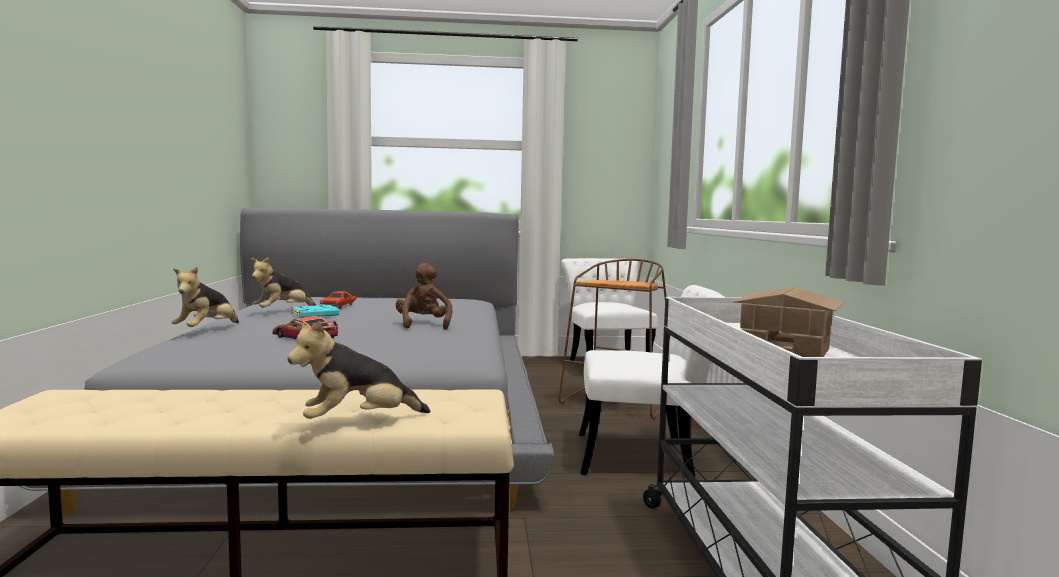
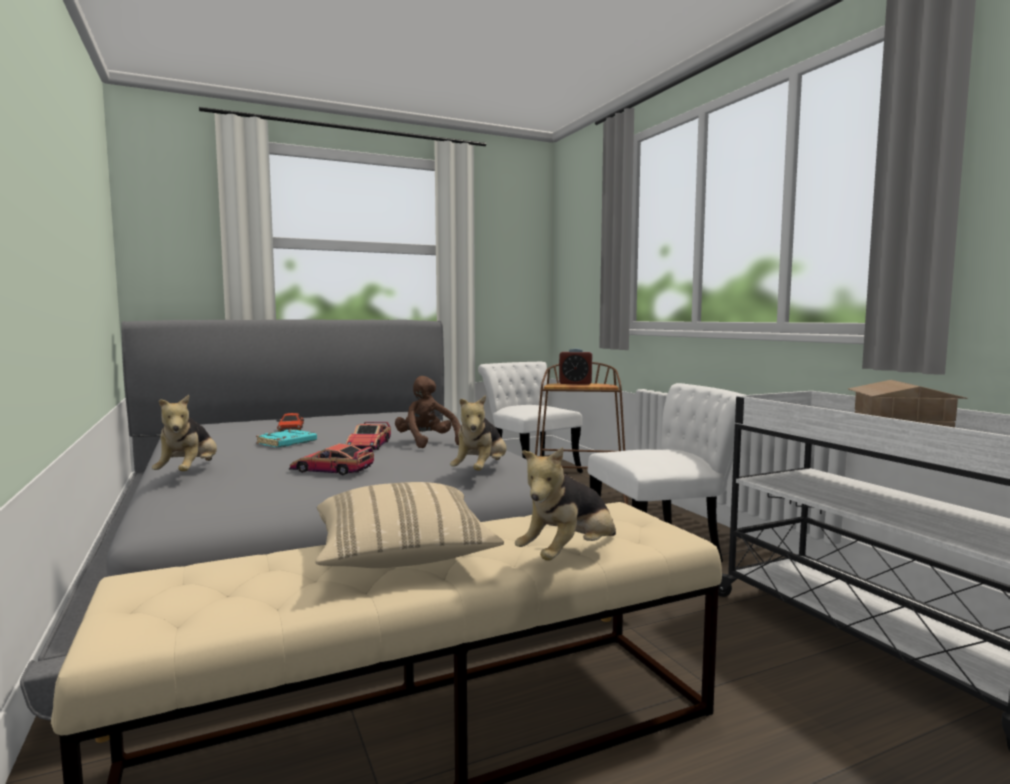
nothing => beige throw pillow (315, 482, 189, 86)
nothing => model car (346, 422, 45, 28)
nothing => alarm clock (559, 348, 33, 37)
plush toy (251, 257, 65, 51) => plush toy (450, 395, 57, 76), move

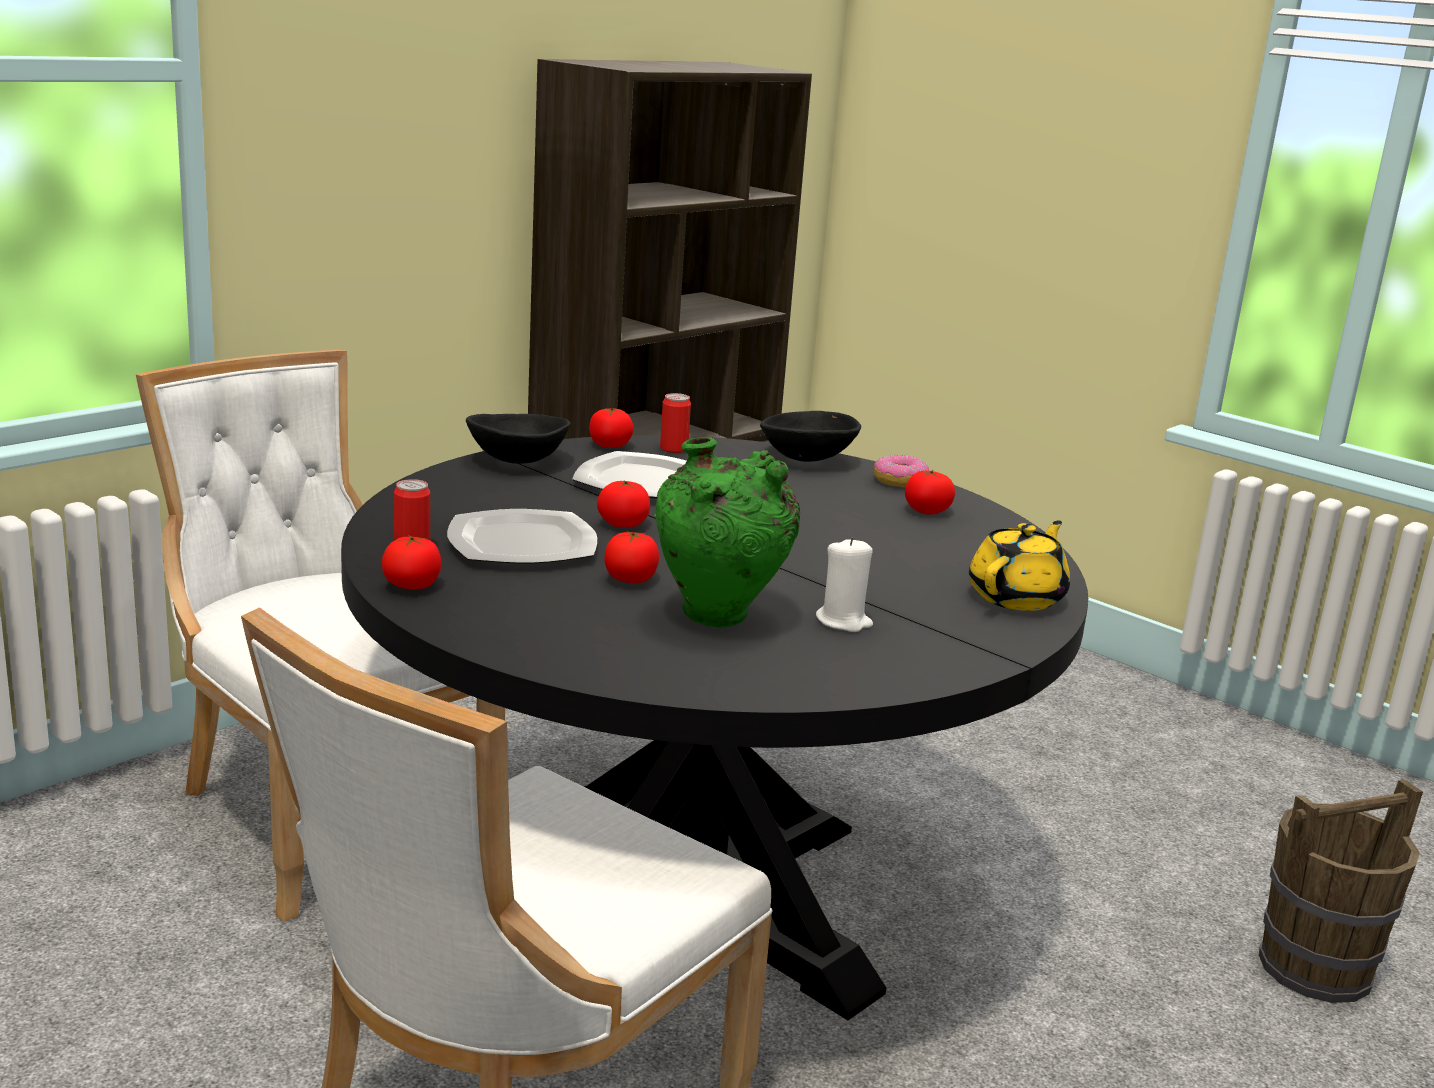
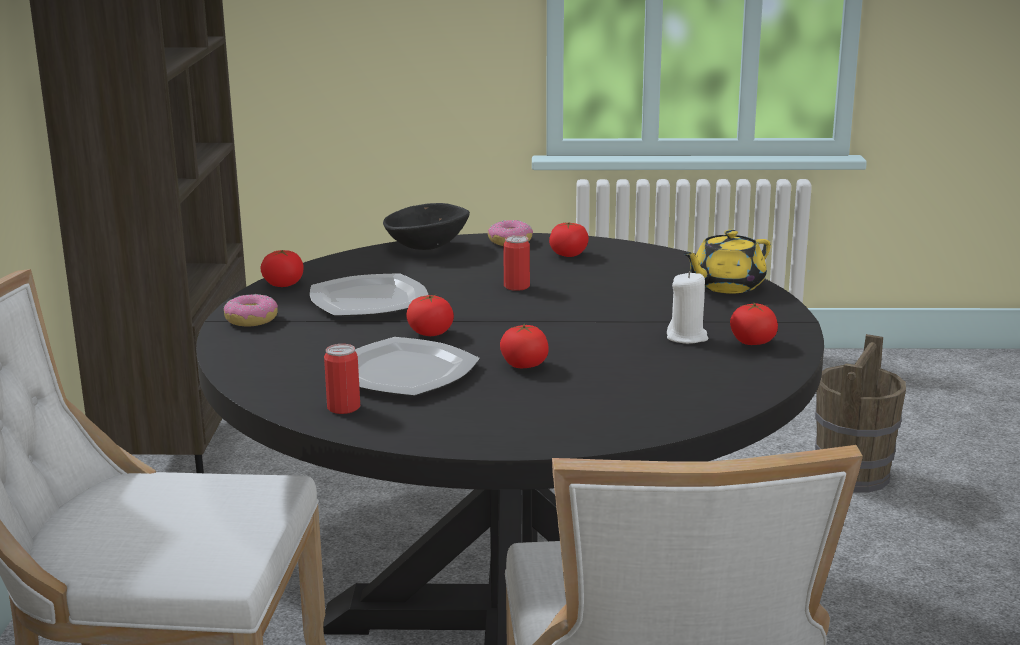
green-coloured decorative vase (654, 437, 146, 191) => nothing
fresh tomato (382, 535, 60, 55) => fresh tomato (730, 303, 48, 42), move
can (660, 393, 31, 60) => can (503, 235, 27, 56), move
black serving bowl (466, 414, 105, 50) => doughnut (224, 294, 54, 32)
yellow-coloured teapot (969, 520, 101, 91) => yellow-coloured teapot (683, 230, 88, 64), 120 degrees counterclockwise

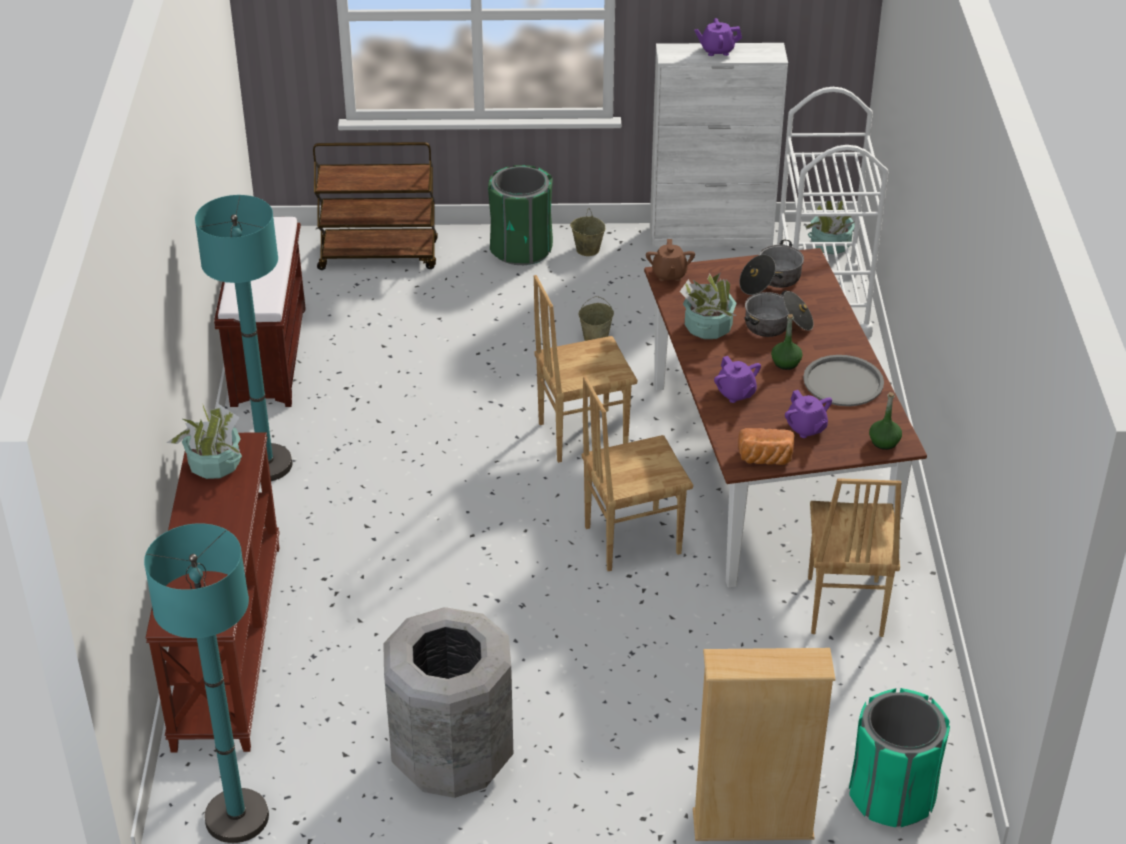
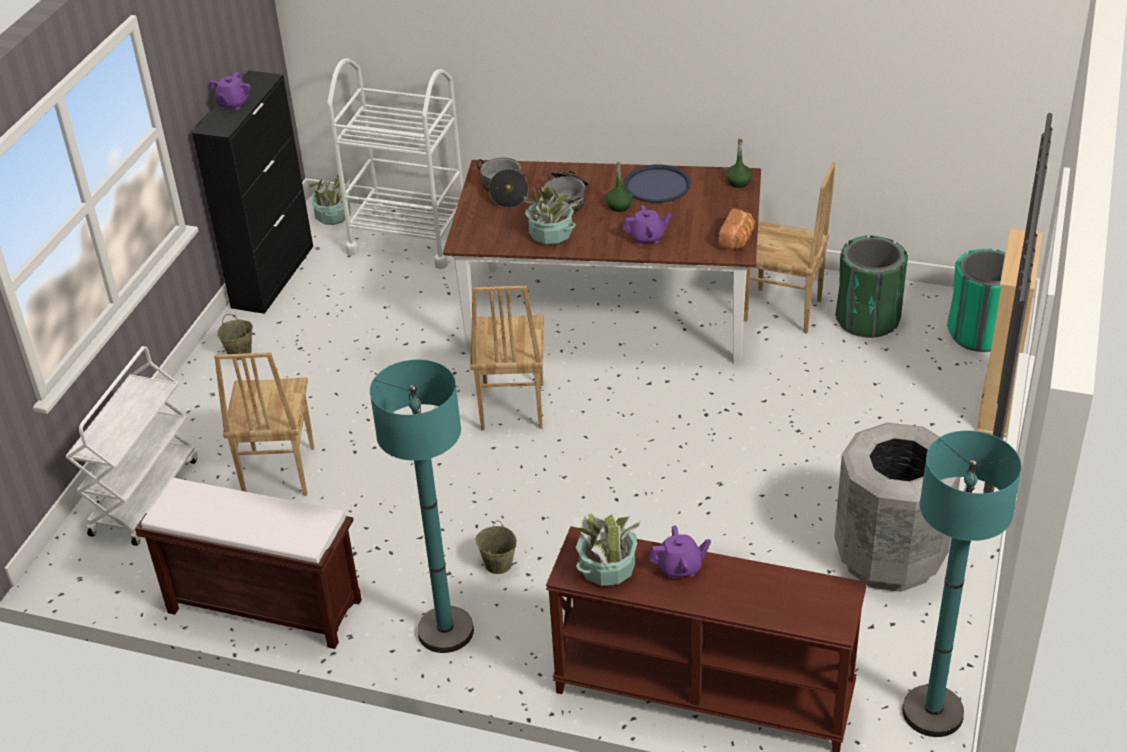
brown teapot (646, 239, 49, 42) => nothing
green-coloured waste bin (488, 165, 65, 100) => green-coloured waste bin (835, 235, 73, 103), move
beige bucket (579, 296, 35, 45) => beige bucket (476, 520, 41, 54), move
brown upright chair (582, 376, 111, 195) => brown upright chair (214, 352, 100, 144), move
purplish teapot (785, 390, 47, 48) => purplish teapot (649, 525, 62, 54), move
brown wheeled cart (313, 142, 125, 128) => white-coloured wheeled cart (66, 346, 132, 200)
white-coloured cabinet (650, 43, 138, 205) => black cabinet (192, 71, 121, 243)
greyish serving tray (803, 355, 81, 51) => blue serving tray (624, 164, 67, 39)

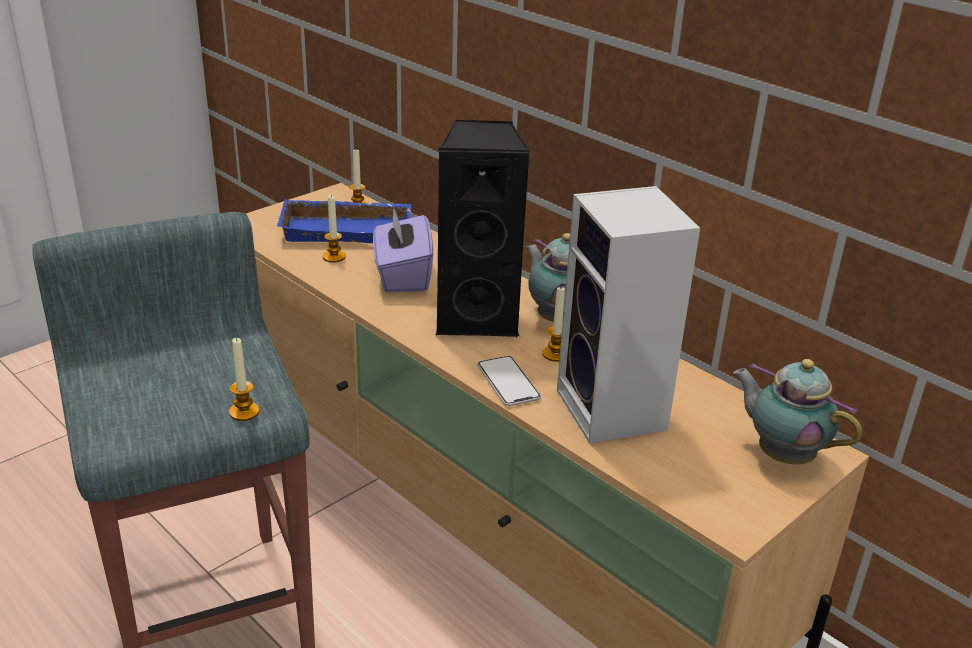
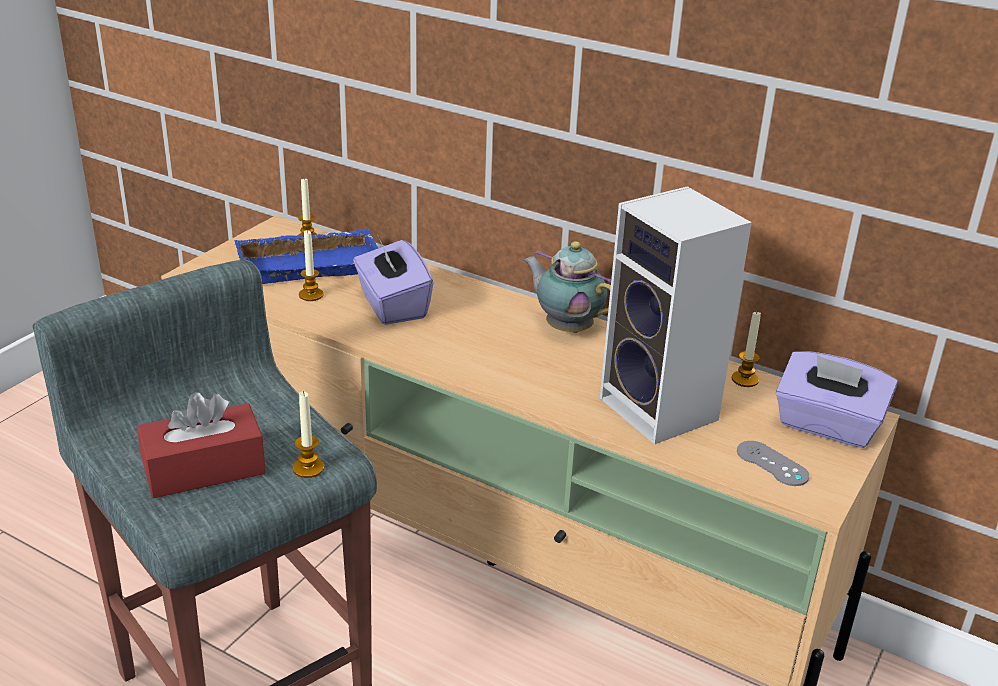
black audio speaker (436, 120, 94, 218) => nothing
handset (477, 356, 64, 50) => nothing
nothing => reddish tissue holder (137, 392, 129, 106)
nothing => greyish gamepad (737, 441, 72, 45)
wax light (542, 287, 23, 75) => wax light (732, 312, 29, 75), move
teapot (733, 359, 129, 106) => purplish tissue holder (776, 352, 122, 96)

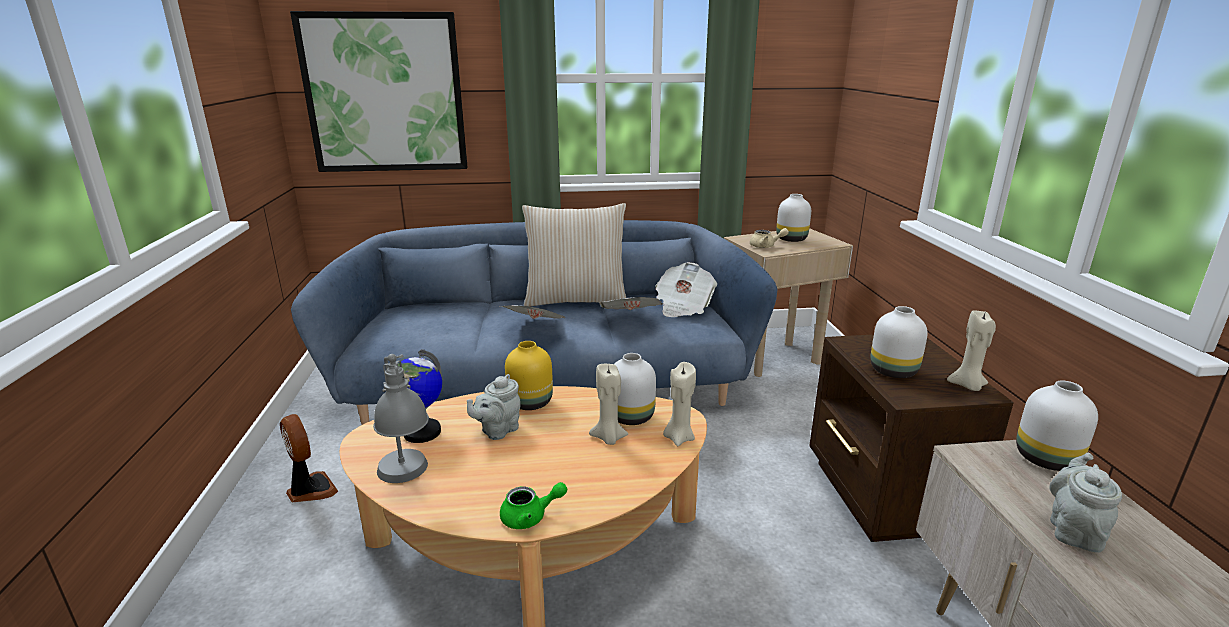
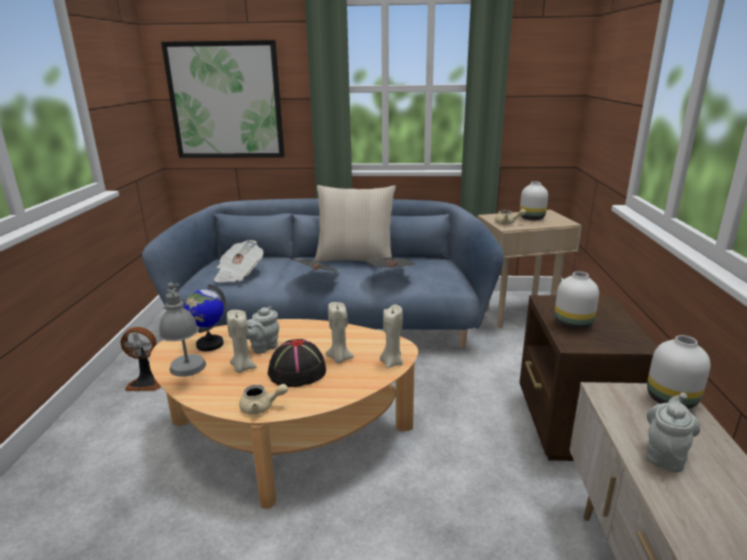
yellow-coloured decorative vase (505, 341, 48, 69) => nothing
white-coloured decorative vase (614, 353, 42, 72) => nothing
nothing => black wearable hat (268, 339, 58, 48)
newspaper (655, 262, 62, 55) => newspaper (214, 240, 49, 43), move
beige wax light (947, 310, 49, 81) => beige wax light (227, 310, 30, 63), move
green-coloured teapot (500, 482, 67, 47) => beige teapot (239, 384, 49, 31)
cooling fan (280, 414, 58, 88) => cooling fan (121, 327, 40, 64), 120 degrees clockwise

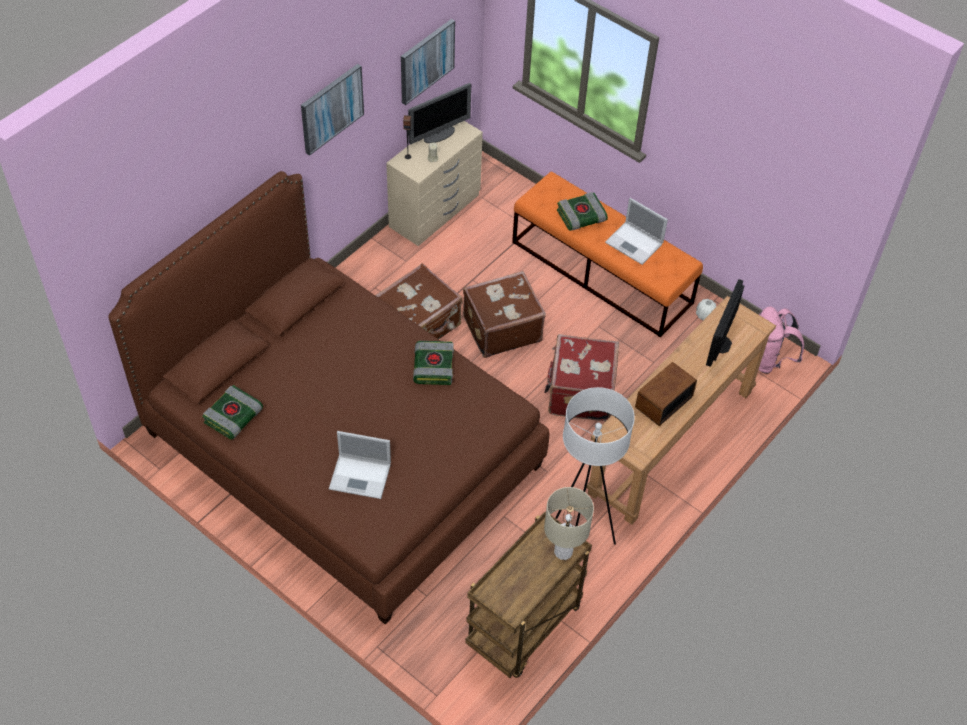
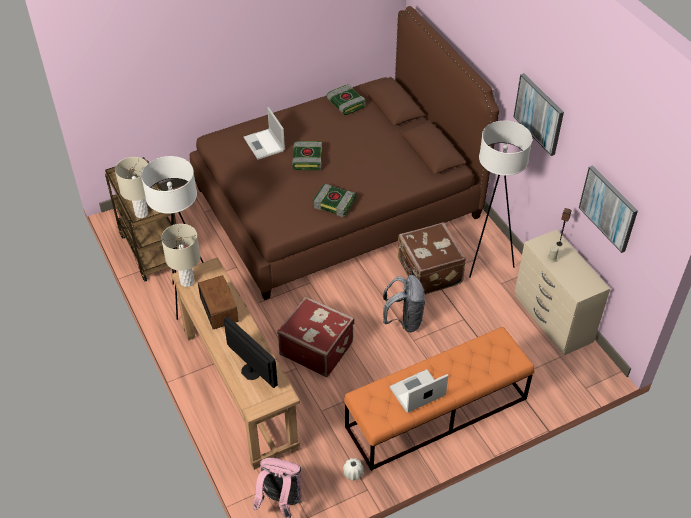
monitor (408, 83, 63, 62) => nothing
nothing => beige lamp for a table (161, 224, 40, 63)
nothing => white-coloured standing lamp (469, 121, 63, 157)
bound book (557, 192, 51, 39) => bound book (292, 141, 30, 29), move
brown travel case (463, 271, 83, 87) => greyish rucksack (383, 275, 42, 57)
notebook computer (329, 431, 62, 68) => notebook computer (243, 107, 42, 53), 60 degrees counterclockwise

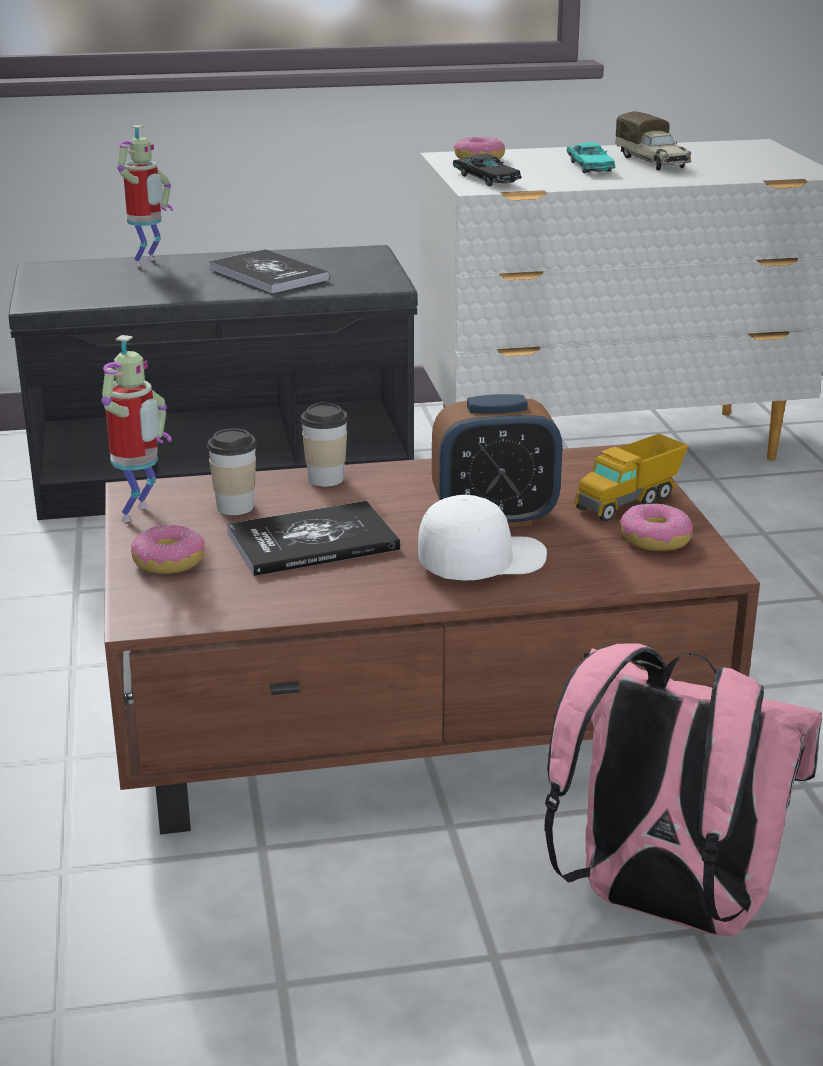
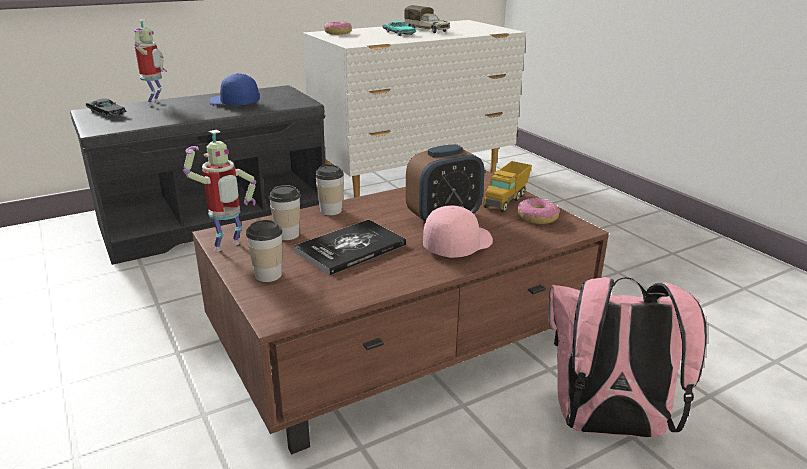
black model car (453, 154, 69, 32) => black model car (86, 98, 40, 20), move
doughnut (131, 524, 74, 50) => small cup (246, 220, 36, 62)
bound book (209, 249, 120, 45) => blue baseball cap (209, 73, 50, 32)
white-coloured baseball cap (418, 495, 129, 85) => pinkish baseball cap (423, 205, 70, 53)
model robot (101, 335, 71, 187) => model robot (183, 130, 73, 122), 45 degrees clockwise

